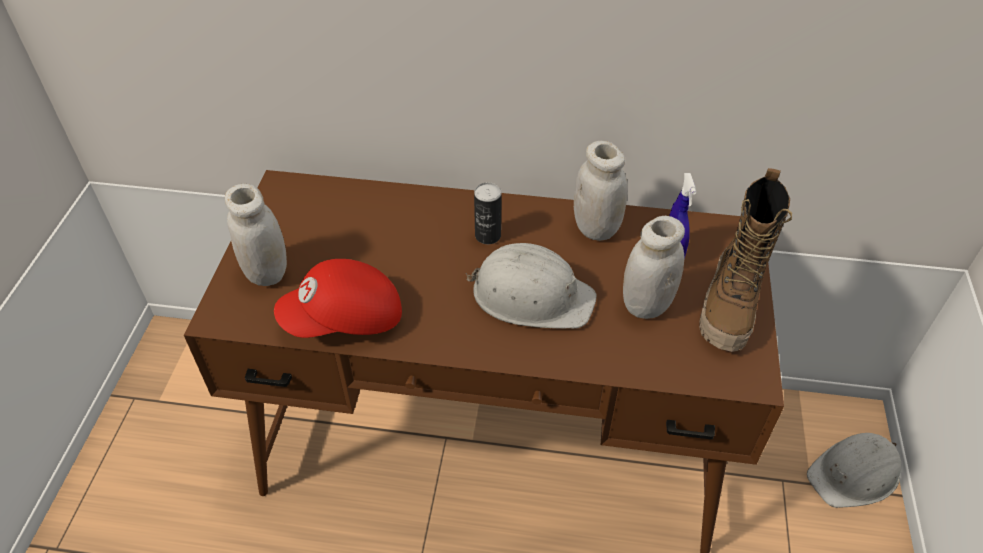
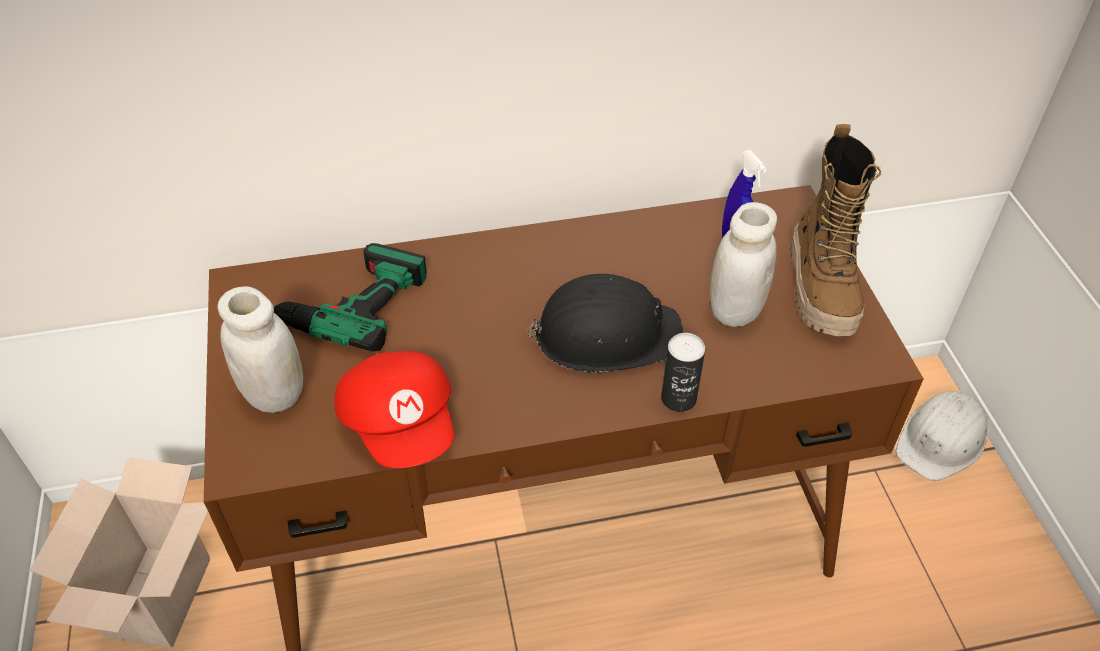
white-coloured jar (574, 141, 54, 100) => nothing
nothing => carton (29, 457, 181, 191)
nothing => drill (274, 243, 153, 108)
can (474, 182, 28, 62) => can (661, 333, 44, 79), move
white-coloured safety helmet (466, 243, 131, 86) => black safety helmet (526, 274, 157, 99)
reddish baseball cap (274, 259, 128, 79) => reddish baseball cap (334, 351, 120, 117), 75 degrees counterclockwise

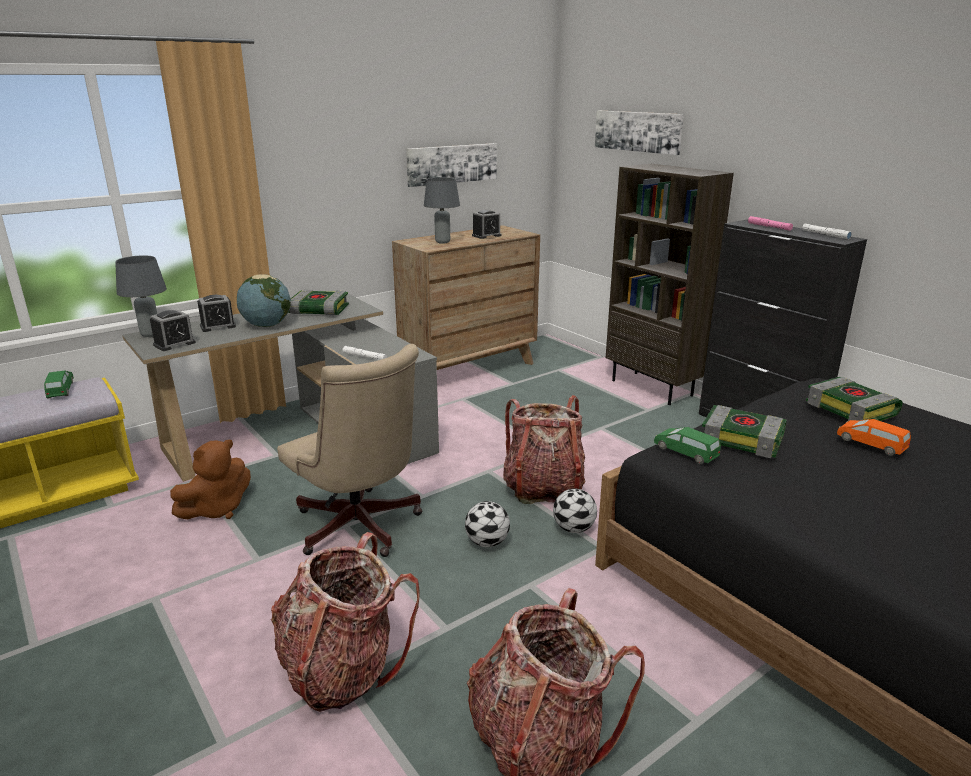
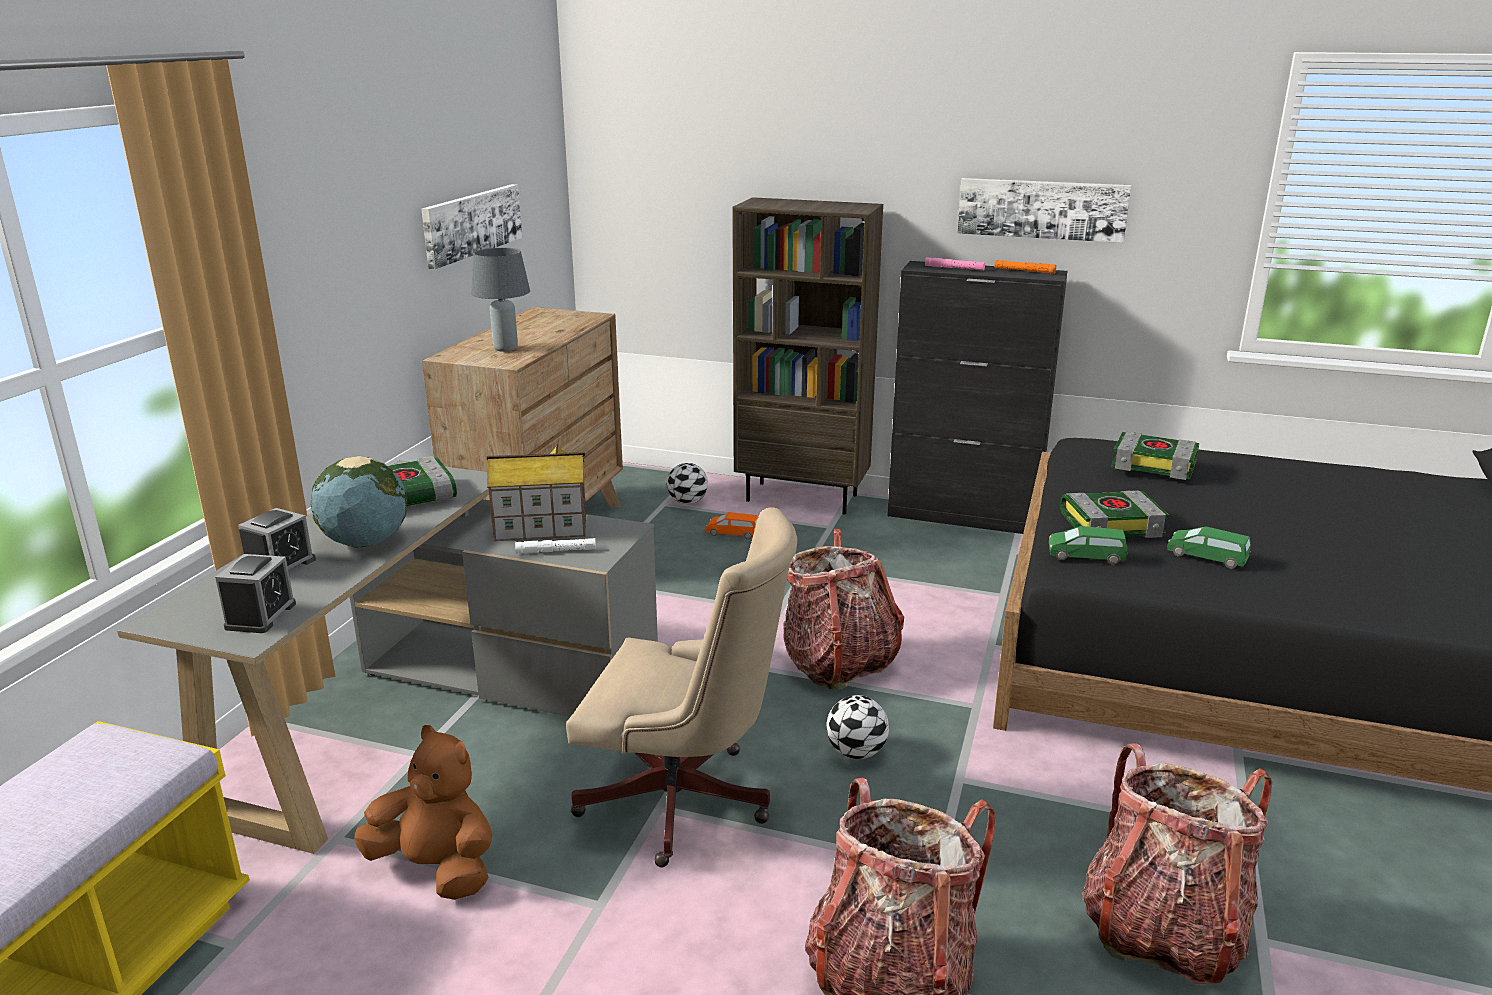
greyish lamp for a table (115, 255, 52, 82) => nothing
alarm clock (472, 210, 29, 29) => nothing
nothing => model house (487, 444, 99, 97)
green-coloured model car (44, 371, 30, 28) => green-coloured model car (1167, 527, 84, 42), move
football ball (553, 489, 44, 44) => football ball (667, 463, 41, 41), move
wall picture (595, 111, 89, 44) => wall picture (957, 178, 174, 65), move
orangey model car (837, 419, 74, 37) => orangey model car (706, 512, 52, 28), move
white-coloured flashlight (802, 224, 50, 15) => orangey flashlight (994, 260, 62, 14)
brown plush toy (170, 439, 81, 80) => brown plush toy (354, 725, 138, 175), 75 degrees counterclockwise

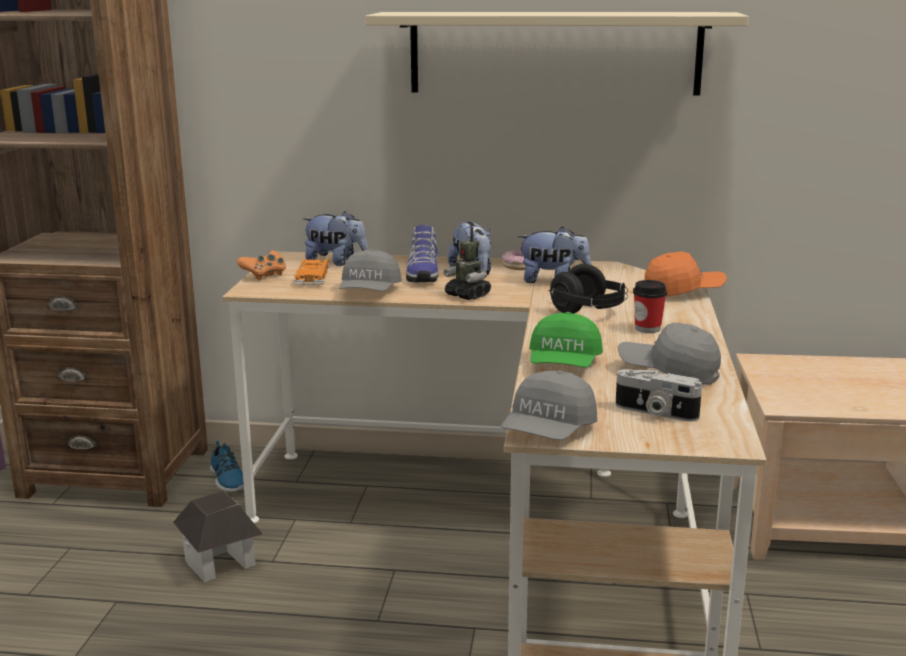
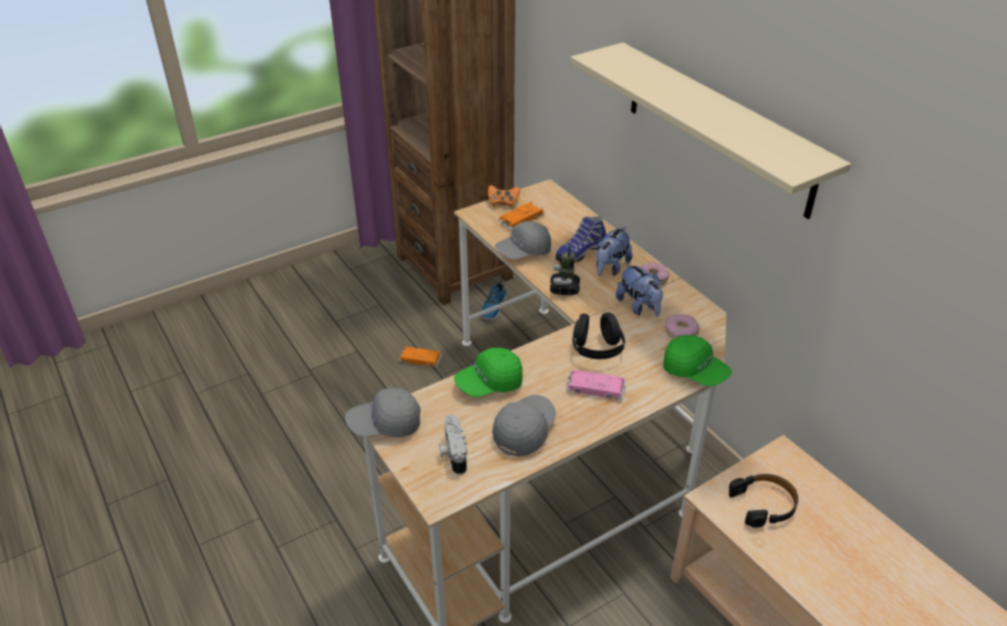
plush toy (303, 211, 65, 55) => nothing
nothing => doughnut (665, 314, 35, 25)
nothing => black pair of headphones (729, 474, 69, 54)
model house (173, 491, 90, 91) => orangey model car (399, 347, 43, 20)
small cup (633, 280, 34, 53) => pinkish model car (566, 370, 59, 30)
orangey baseball cap (645, 252, 82, 45) => green-coloured baseball cap (663, 335, 69, 51)
greyish baseball cap (618, 323, 103, 62) => greyish baseball cap (492, 395, 64, 62), 45 degrees clockwise

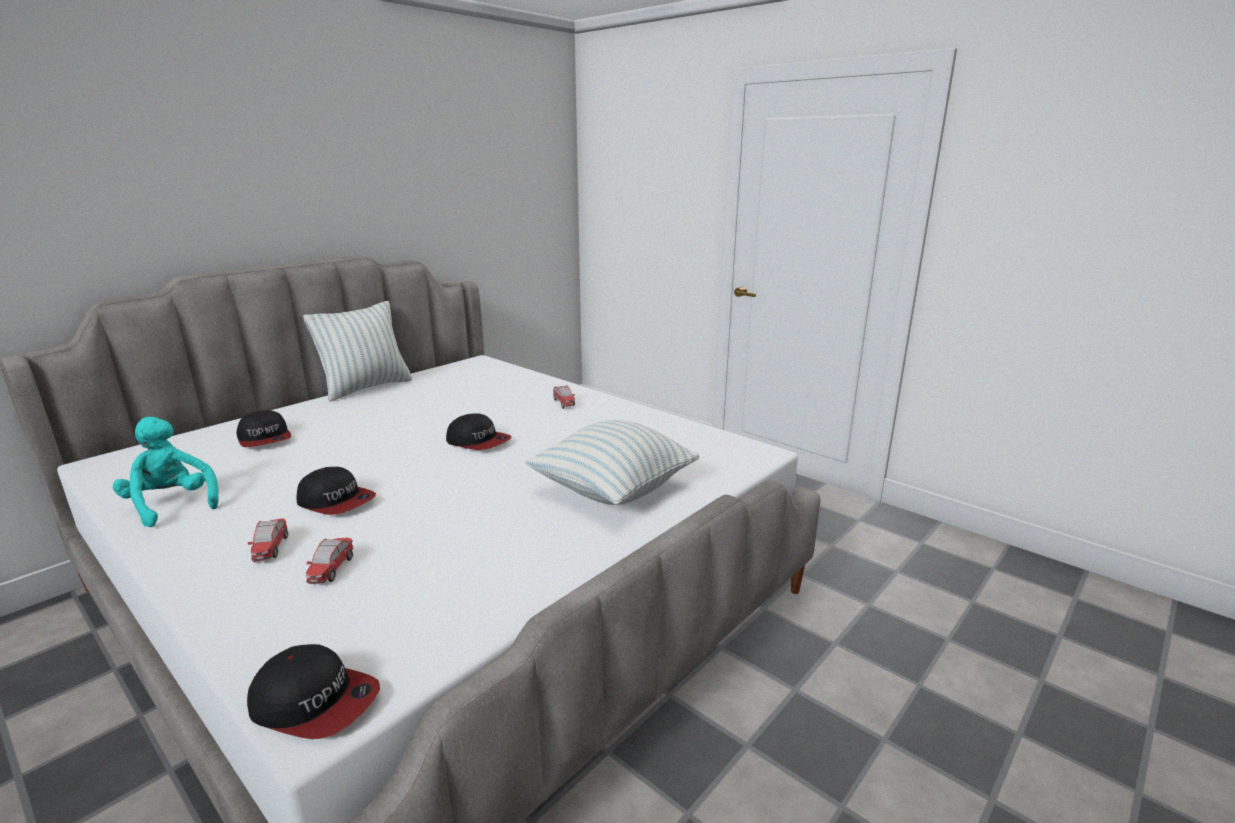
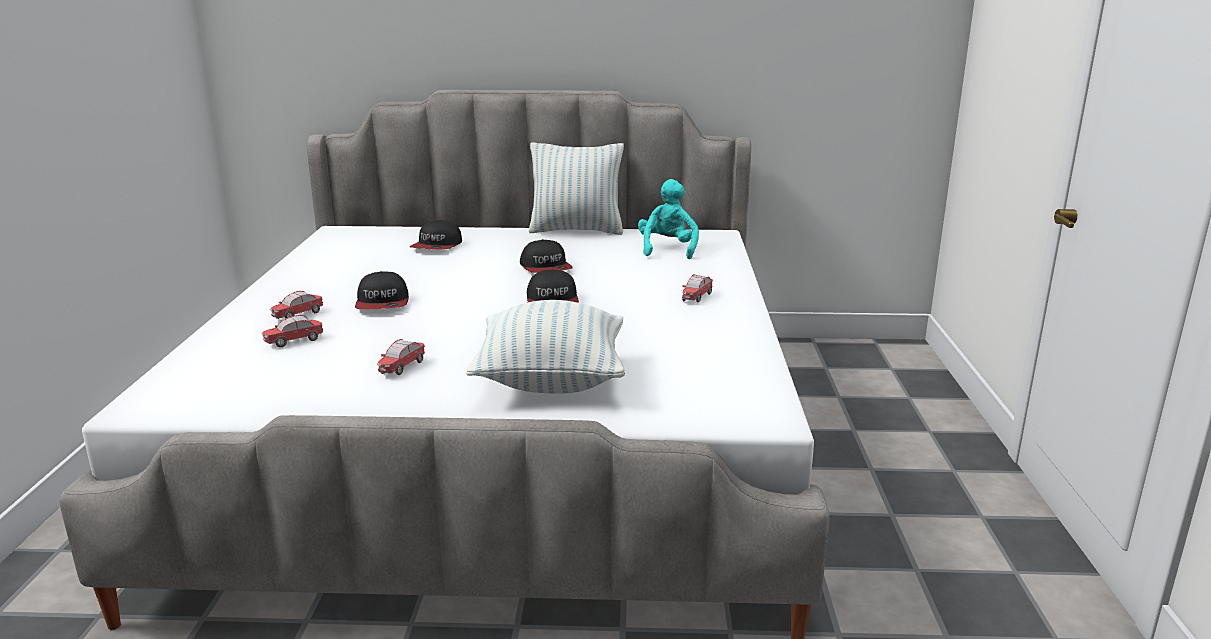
nothing => model car (377, 339, 48, 36)
turquoise plush toy (113, 417, 106, 110) => turquoise plush toy (638, 179, 61, 80), move
baseball cap (247, 644, 133, 95) => baseball cap (520, 239, 53, 34), move

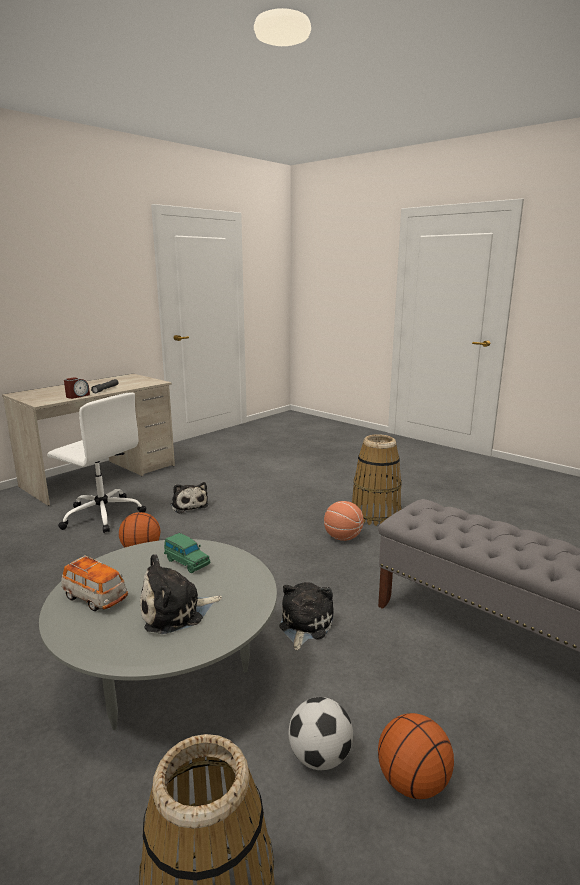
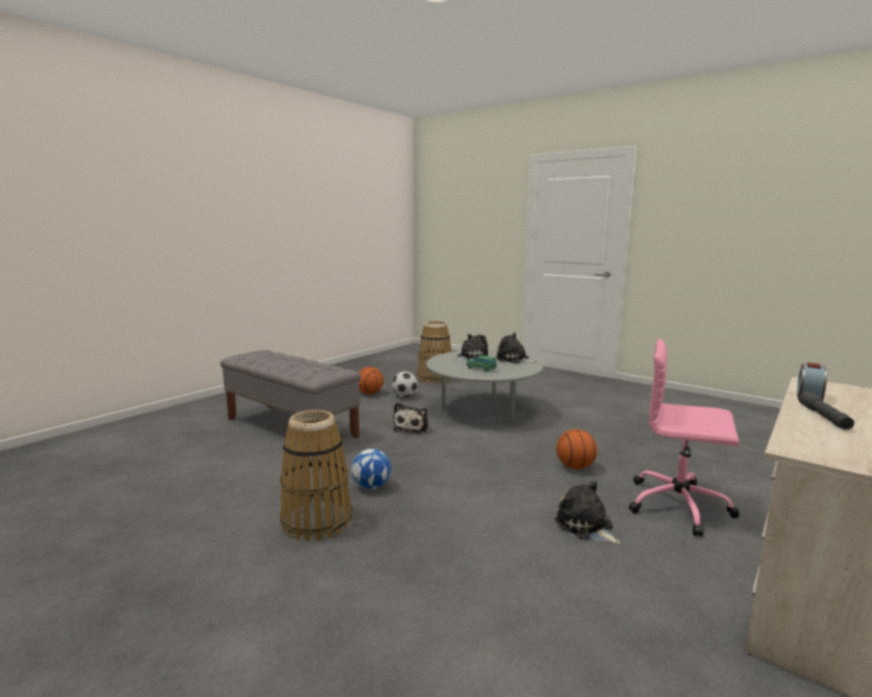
model car (61, 555, 67, 56) => plush toy (495, 333, 41, 30)
basketball ball (324, 501, 40, 40) => football ball (351, 449, 40, 40)
white-coloured desk chair (47, 392, 99, 141) => pinkish desk chair (629, 339, 110, 198)

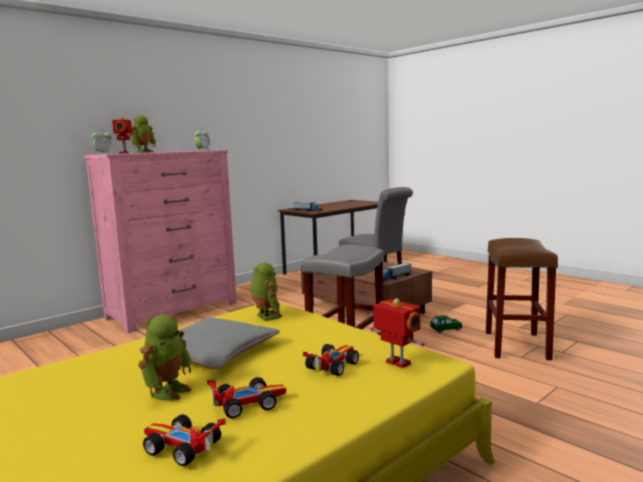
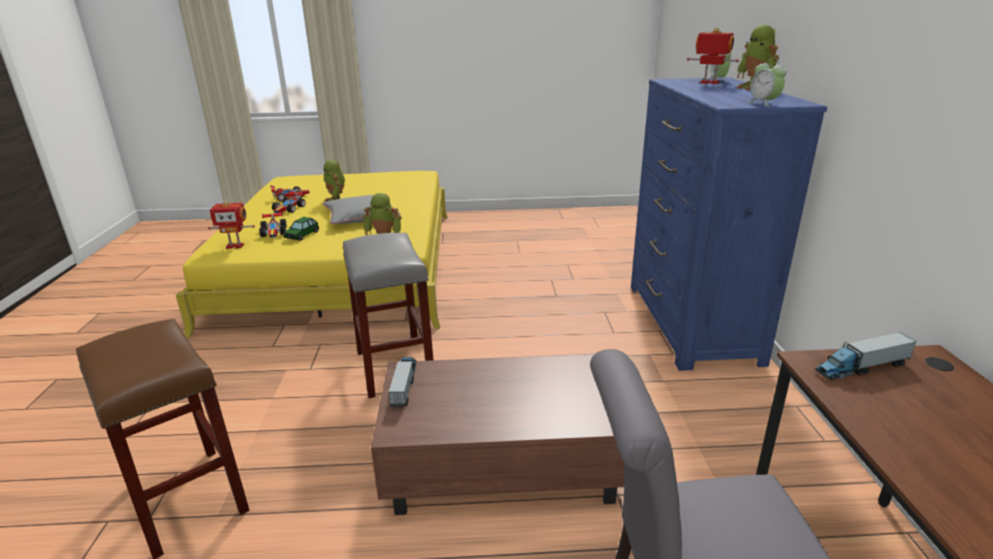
model car (430, 315, 32, 18) => model car (283, 217, 36, 24), move
pinkish chest of drawers (84, 150, 153, 183) => blue chest of drawers (631, 77, 196, 294)

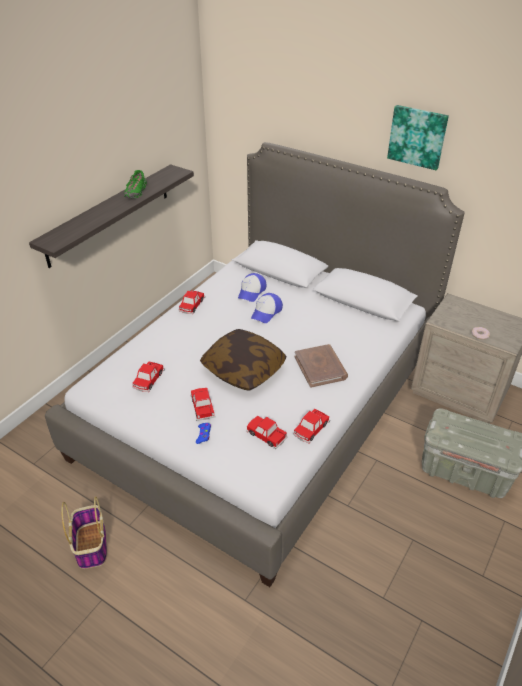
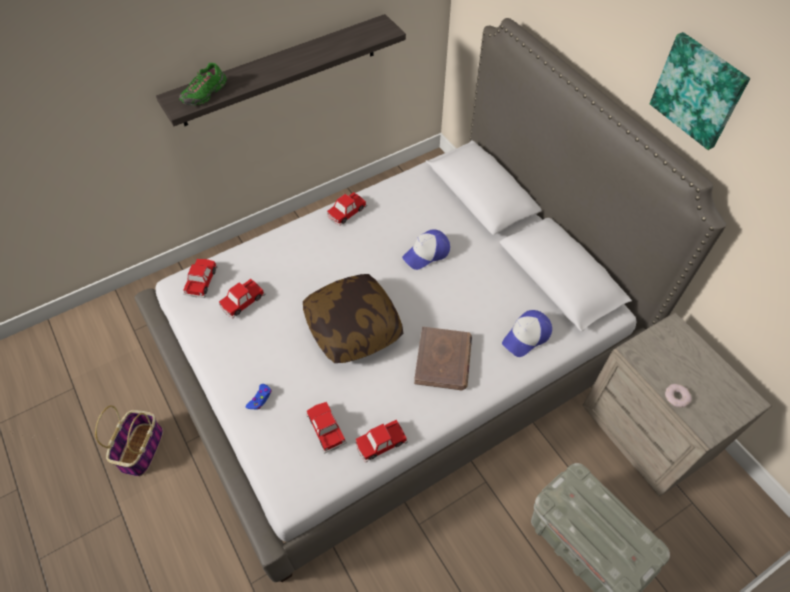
green-coloured item of footwear (124, 170, 23, 28) => green-coloured item of footwear (179, 63, 48, 43), move
model car (190, 388, 26, 33) => model car (183, 259, 35, 39), move
baseball cap (238, 273, 29, 29) => baseball cap (502, 310, 50, 47), move

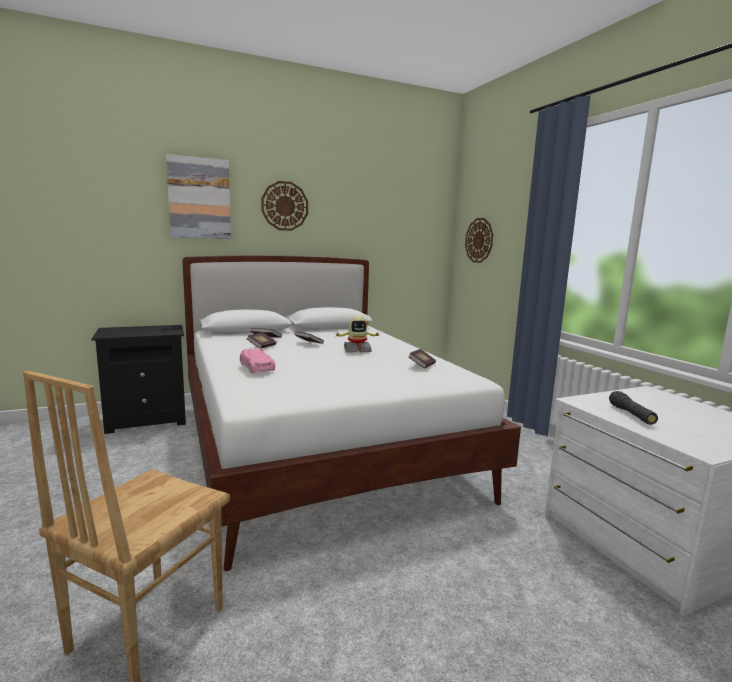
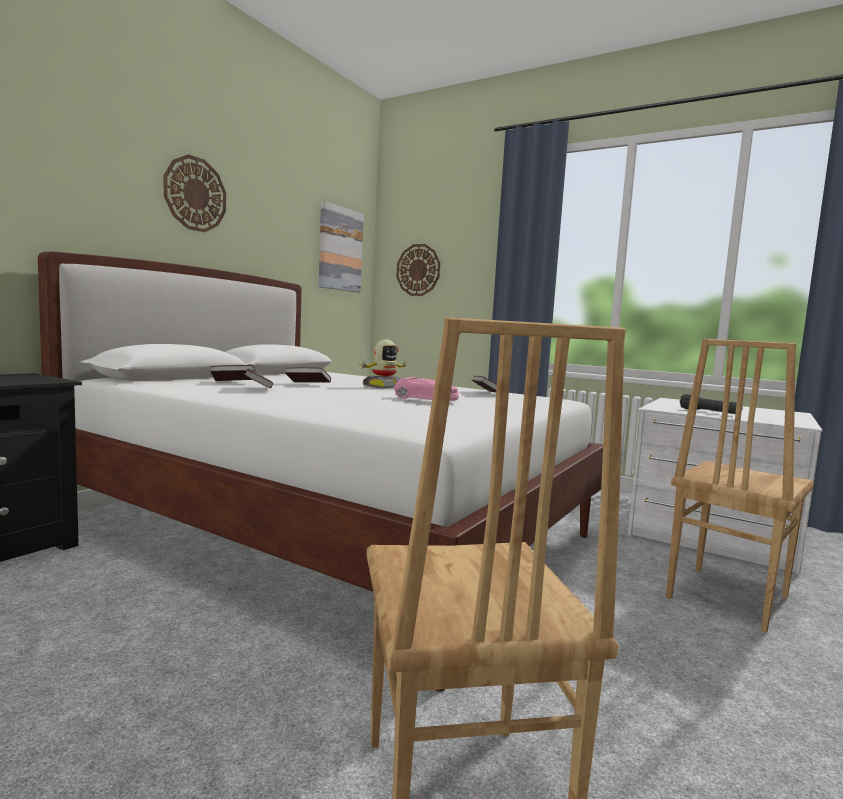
nothing => brown upright chair (666, 339, 148, 294)
wall picture (166, 154, 65, 85) => wall picture (319, 201, 45, 91), move
pinkish model car (240, 348, 35, 25) => pinkish model car (394, 377, 65, 24), move

